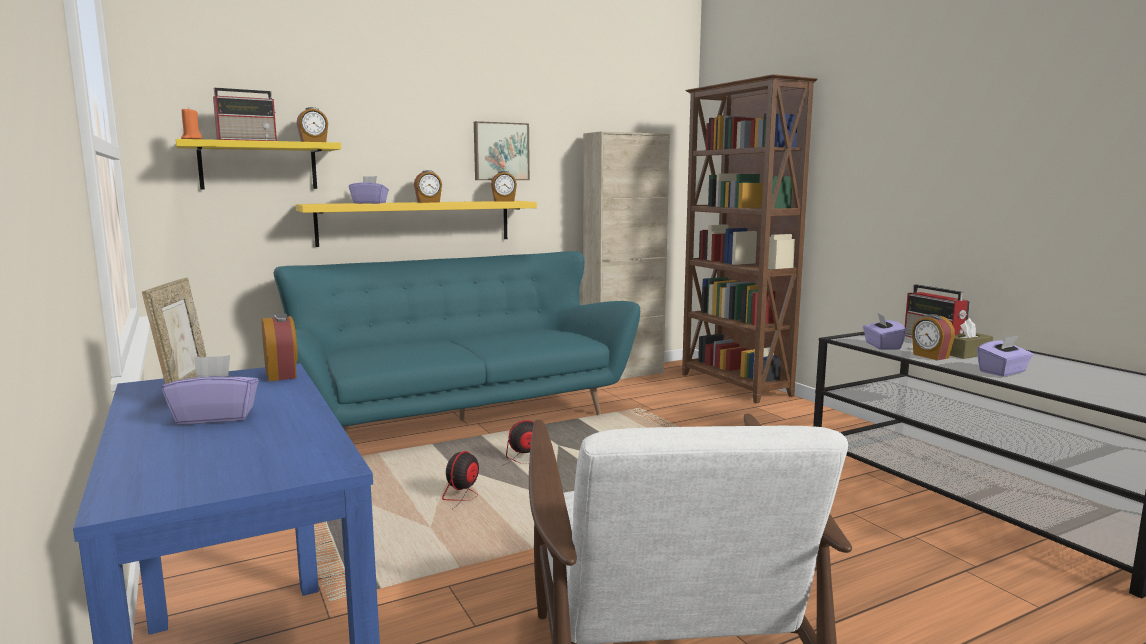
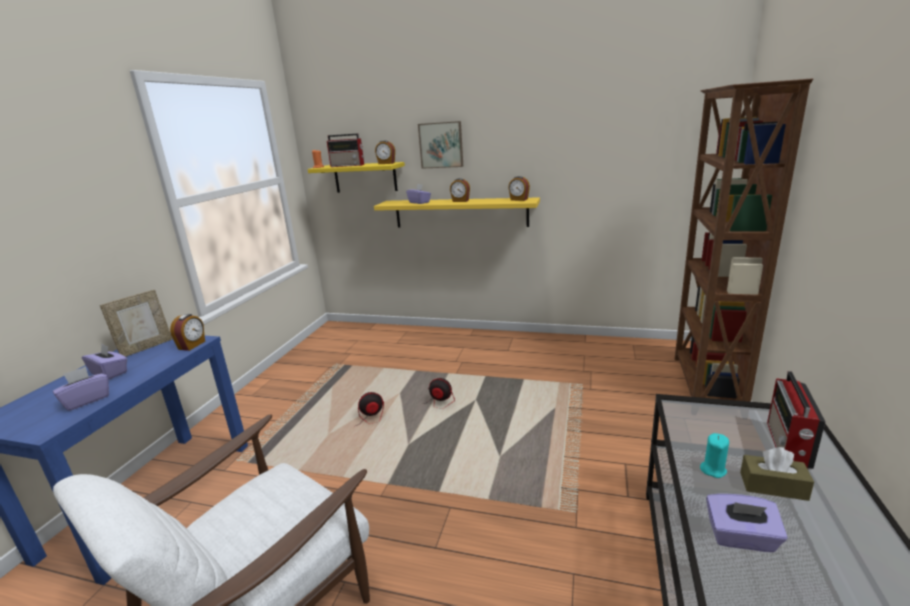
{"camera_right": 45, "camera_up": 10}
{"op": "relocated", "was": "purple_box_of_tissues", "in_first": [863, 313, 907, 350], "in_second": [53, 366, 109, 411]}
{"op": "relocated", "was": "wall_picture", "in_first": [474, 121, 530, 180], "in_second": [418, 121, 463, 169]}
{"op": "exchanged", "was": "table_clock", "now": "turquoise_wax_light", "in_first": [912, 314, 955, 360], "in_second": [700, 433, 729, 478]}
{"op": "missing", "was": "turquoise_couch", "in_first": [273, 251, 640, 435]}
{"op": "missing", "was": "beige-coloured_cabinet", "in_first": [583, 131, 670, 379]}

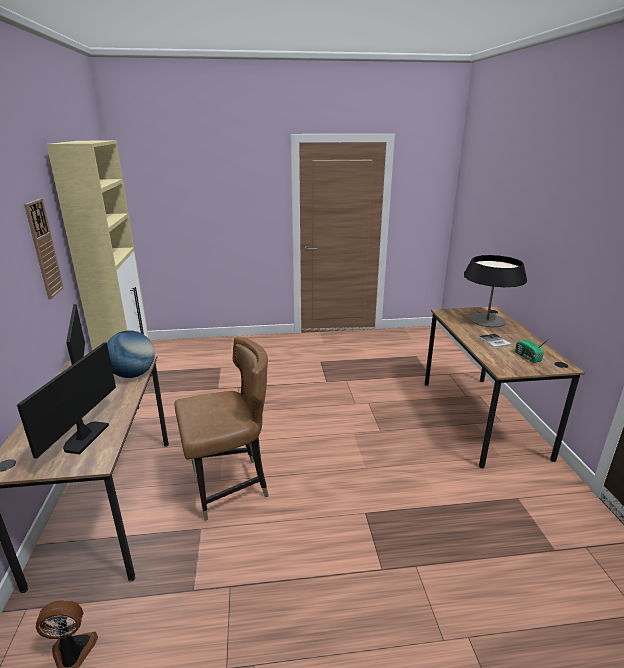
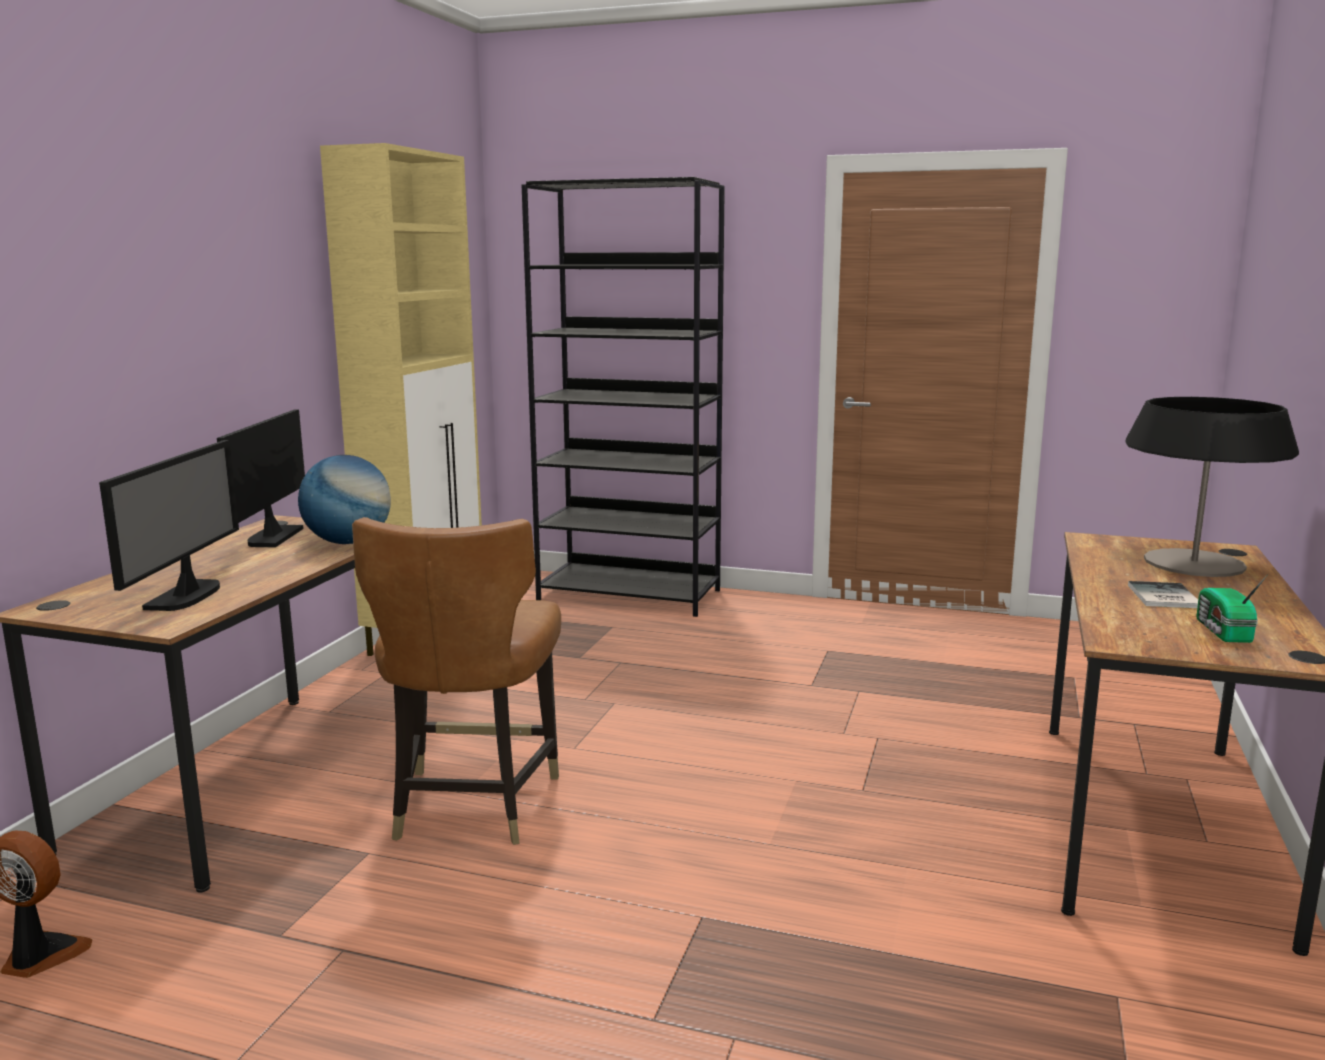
{"camera_right": 25, "camera_up": -10}
{"op": "spun", "was": "computer_display", "in_first": [17, 342, 116, 459], "in_second": [99, 440, 239, 611], "clockwise": 150}
{"op": "spun", "was": "brownish_plain_chair", "in_first": [174, 336, 269, 521], "in_second": [352, 517, 561, 845], "clockwise": 90}
{"op": "appeared", "now": "black-coloured_shelving_unit", "in_second": [522, 177, 725, 617]}
{"op": "missing", "was": "wall_clock", "in_first": [24, 198, 64, 299]}

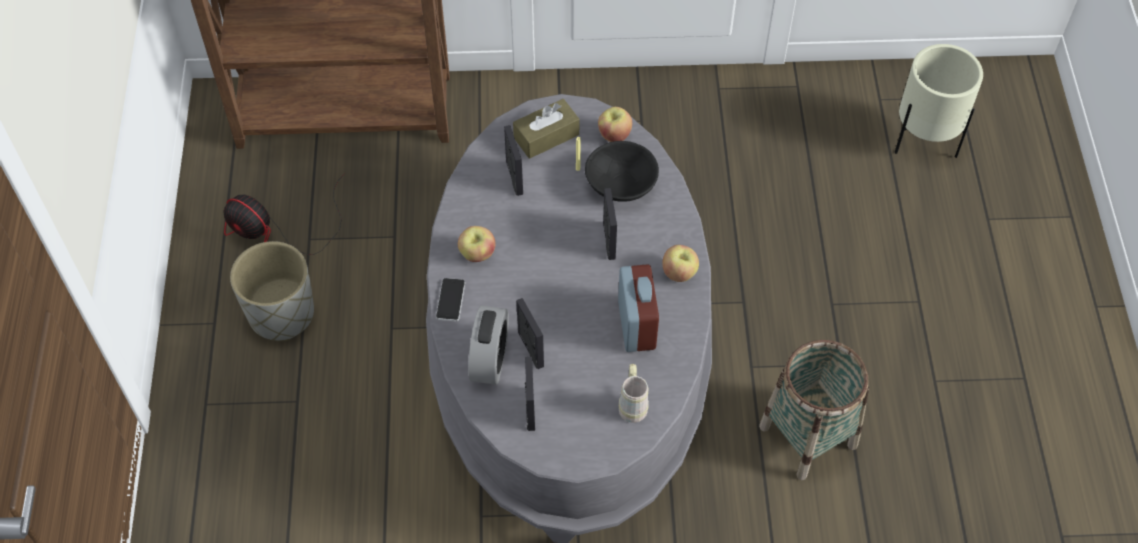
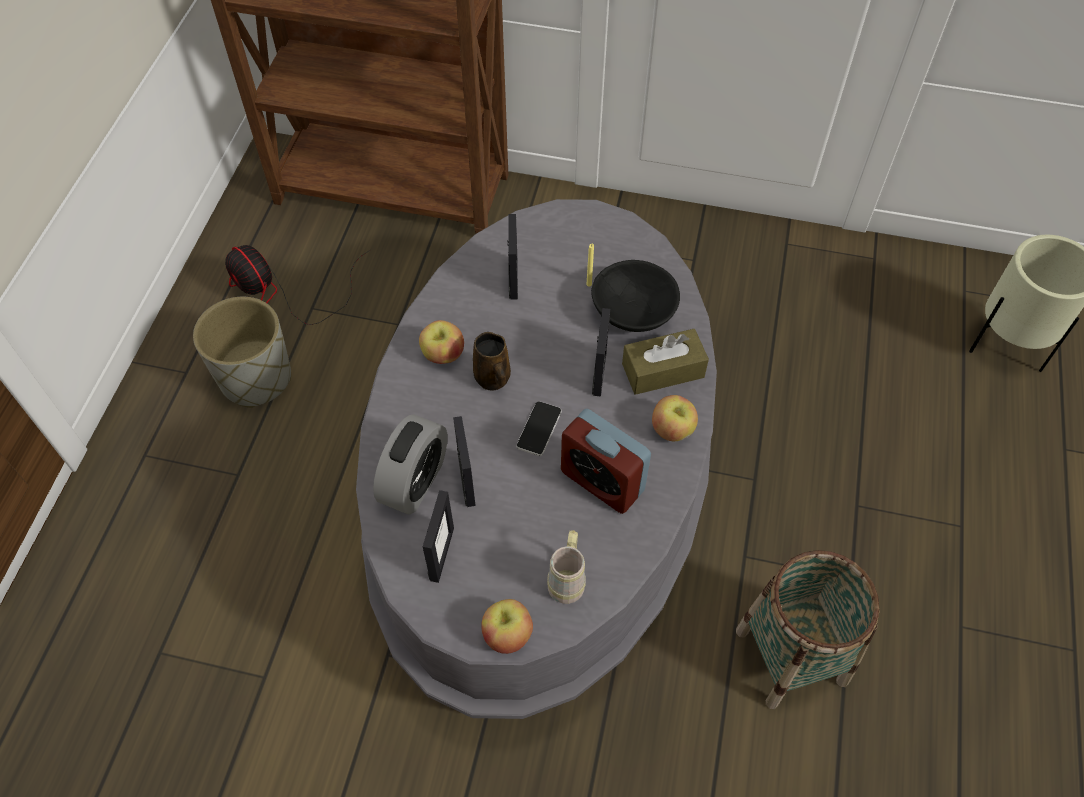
{"camera_right": 15, "camera_up": 0}
{"op": "appeared", "now": "brownish_coffee_mug", "in_second": [473, 332, 511, 390]}
{"op": "relocated", "was": "apple", "in_first": [598, 107, 632, 142], "in_second": [481, 599, 533, 654]}
{"op": "relocated", "was": "phone", "in_first": [436, 278, 465, 321], "in_second": [516, 401, 562, 456]}
{"op": "spun", "was": "table_clock", "in_first": [618, 264, 659, 352], "in_second": [561, 408, 651, 514], "clockwise": 120}
{"op": "relocated", "was": "brownish_box_of_tissues", "in_first": [513, 99, 579, 159], "in_second": [622, 329, 709, 395]}

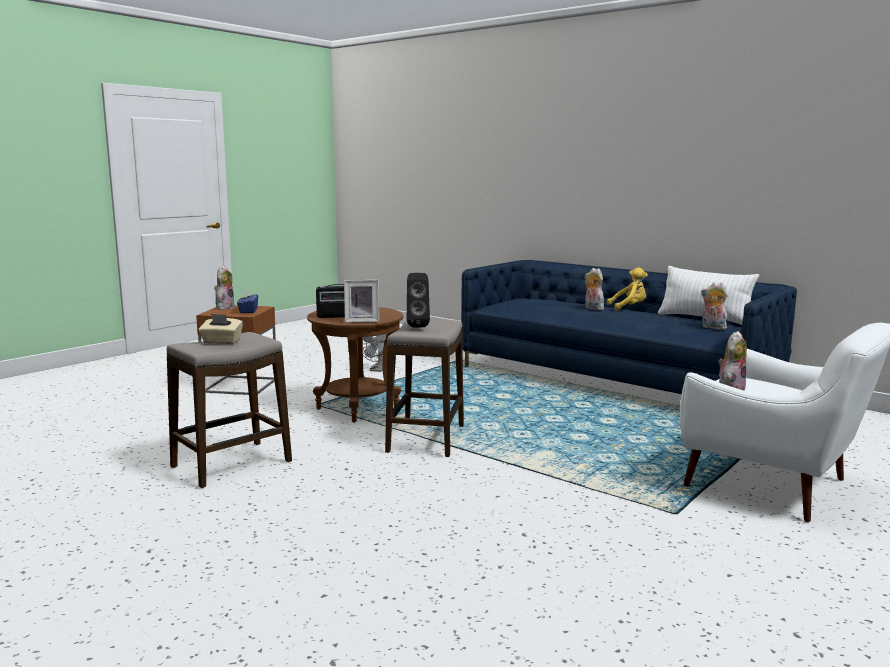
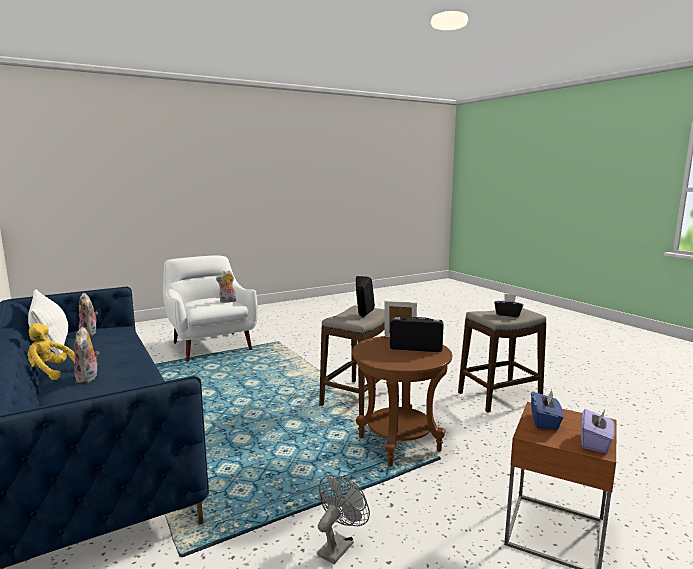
{"camera_right": -160, "camera_up": 0}
{"op": "colour", "was": "beige-coloured_box_of_tissues", "now": "black-coloured_box_of_tissues", "in_first": [199, 314, 243, 344], "in_second": [494, 294, 524, 317]}
{"op": "exchanged", "was": "plush_toy", "now": "purple_box_of_tissues", "in_first": [214, 266, 235, 310], "in_second": [581, 409, 615, 453]}

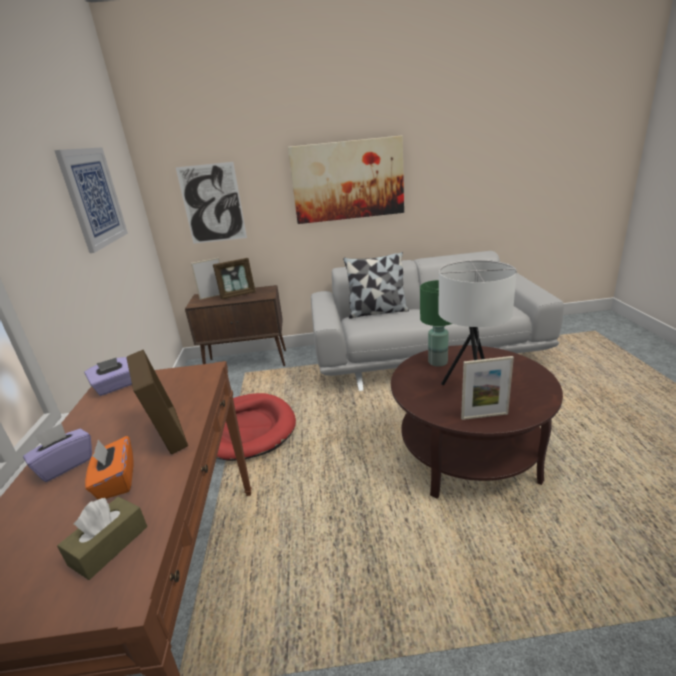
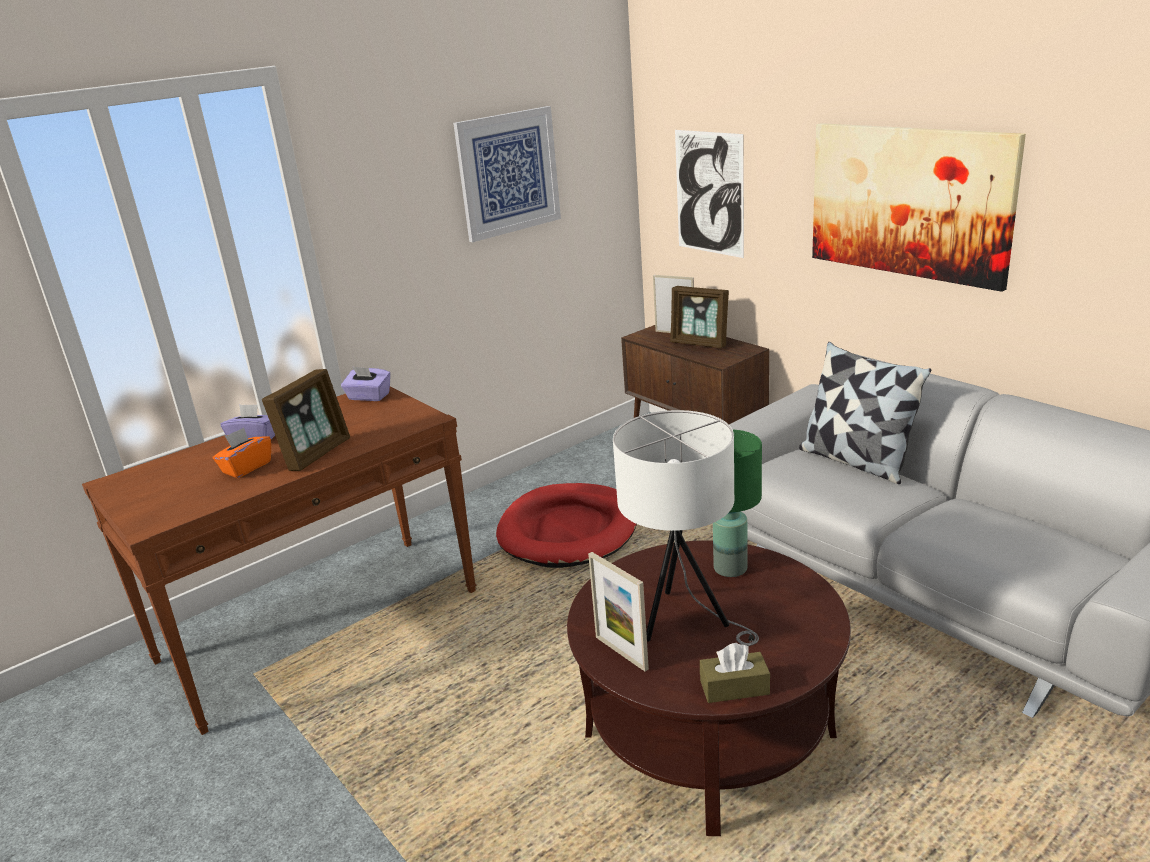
{"camera_right": 55, "camera_up": 0}
{"op": "relocated", "was": "brownish_box_of_tissues", "in_first": [57, 497, 147, 580], "in_second": [700, 643, 770, 703]}

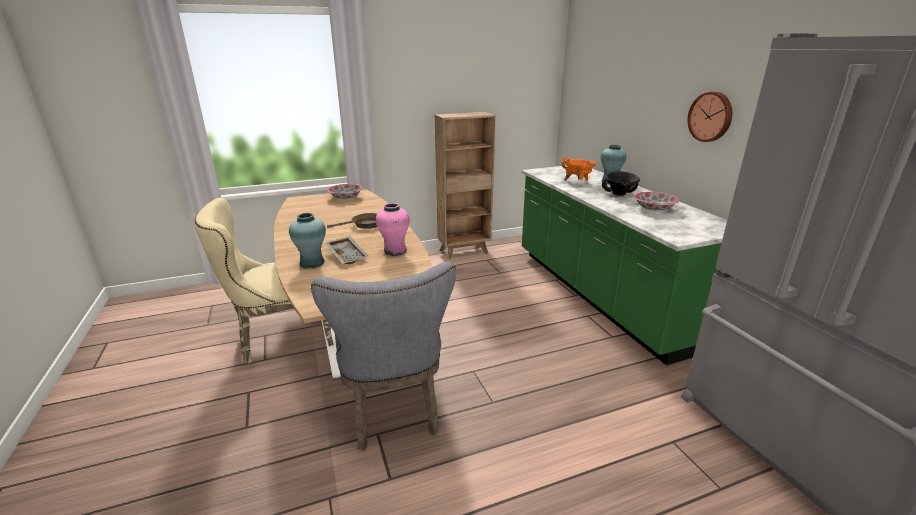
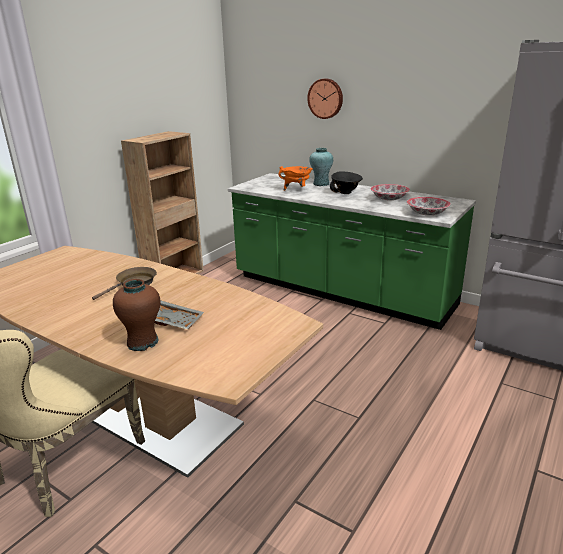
{"camera_right": -35, "camera_up": 0}
{"op": "colour", "was": "turquoise_flower_vase", "now": "brownish_flower_vase", "in_first": [289, 213, 326, 269], "in_second": [113, 279, 161, 351]}
{"op": "relocated", "was": "wall_clock", "in_first": [687, 92, 732, 142], "in_second": [307, 78, 343, 119]}
{"op": "relocated", "was": "bowl", "in_first": [327, 184, 363, 199], "in_second": [407, 197, 451, 215]}
{"op": "missing", "was": "gray_plain_chair", "in_first": [311, 262, 456, 450]}
{"op": "missing", "was": "pink_flower_vase", "in_first": [376, 203, 410, 256]}

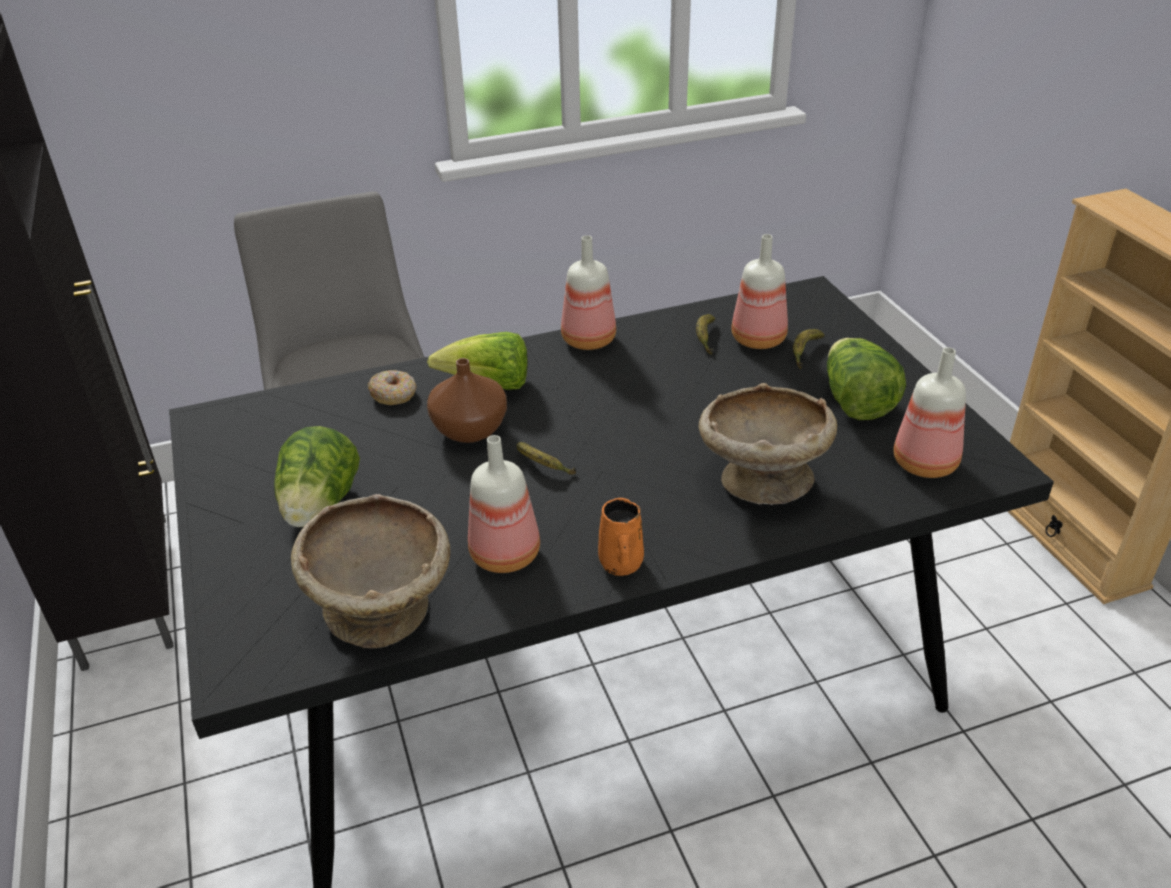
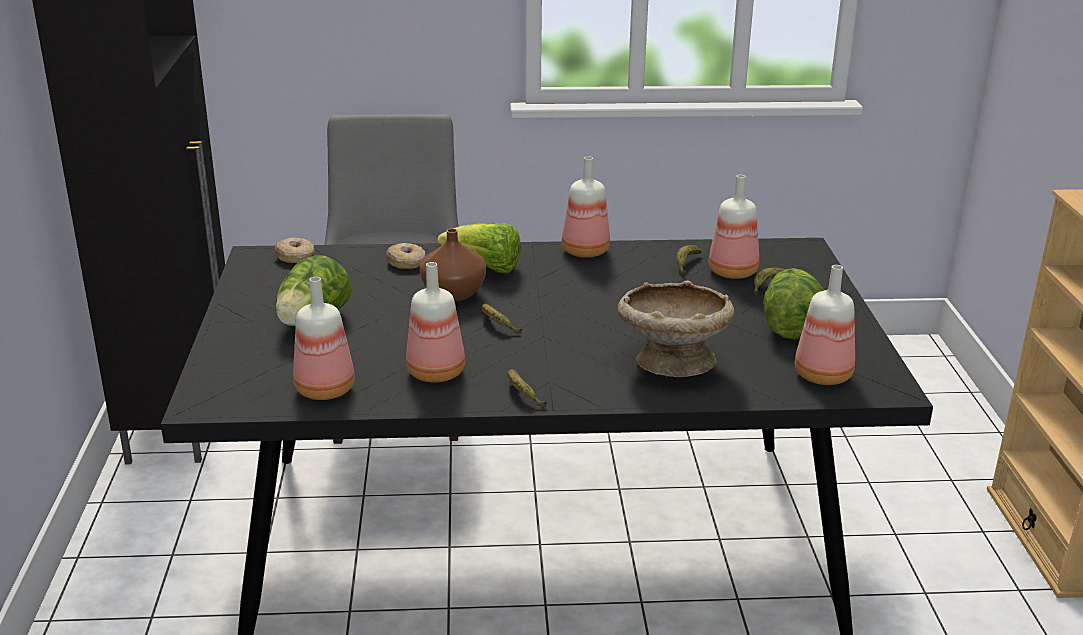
{"camera_right": 15, "camera_up": -10}
{"op": "appeared", "now": "donut", "in_second": [275, 238, 315, 263]}
{"op": "exchanged", "was": "beige-coloured_bowl", "now": "drink_bottle", "in_first": [291, 494, 450, 648], "in_second": [293, 277, 355, 400]}
{"op": "exchanged", "was": "orange_coffee_mug", "now": "banana", "in_first": [598, 498, 644, 576], "in_second": [507, 369, 547, 407]}

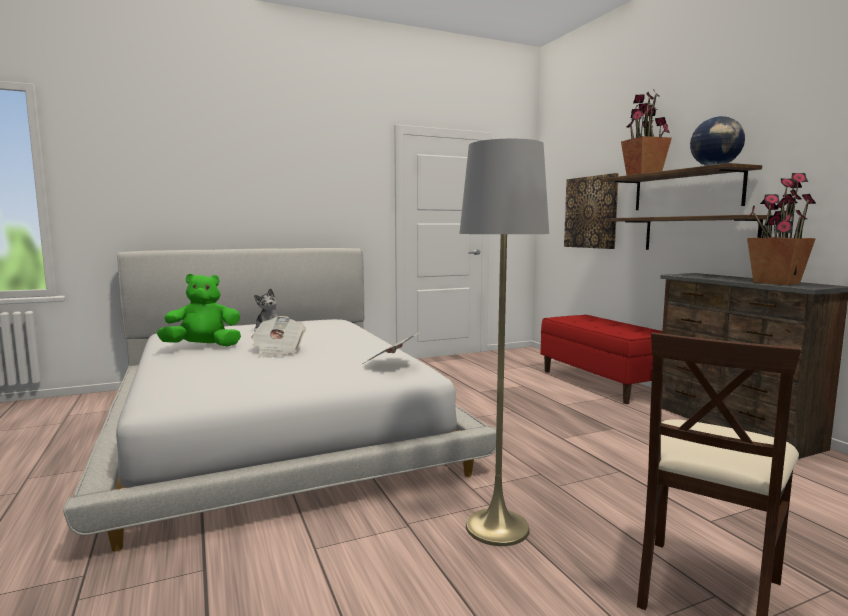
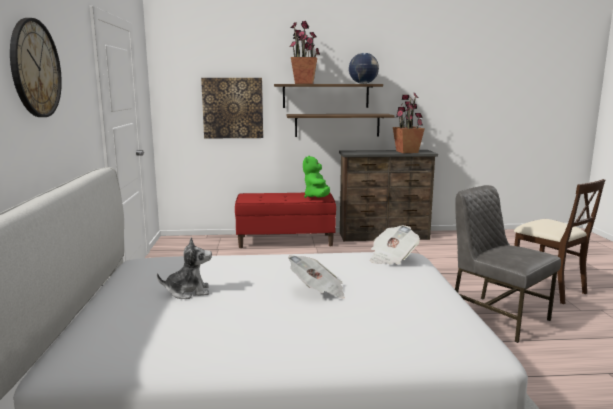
{"camera_right": -70, "camera_up": 5}
{"op": "appeared", "now": "wall_clock", "in_second": [10, 18, 62, 117]}
{"op": "relocated", "was": "green-coloured_plush_toy", "in_first": [157, 274, 241, 347], "in_second": [303, 156, 330, 198]}
{"op": "exchanged", "was": "gray_standing_lamp", "now": "gray_plain_chair", "in_first": [459, 139, 549, 546], "in_second": [455, 185, 561, 343]}

